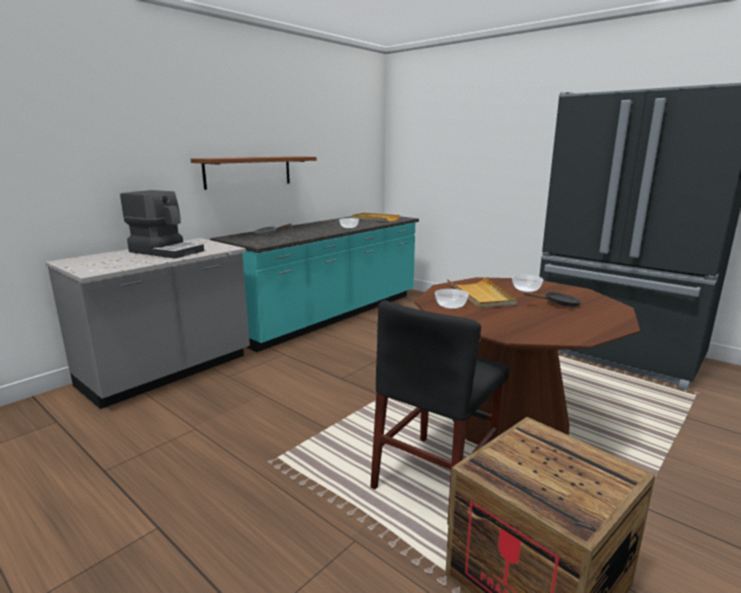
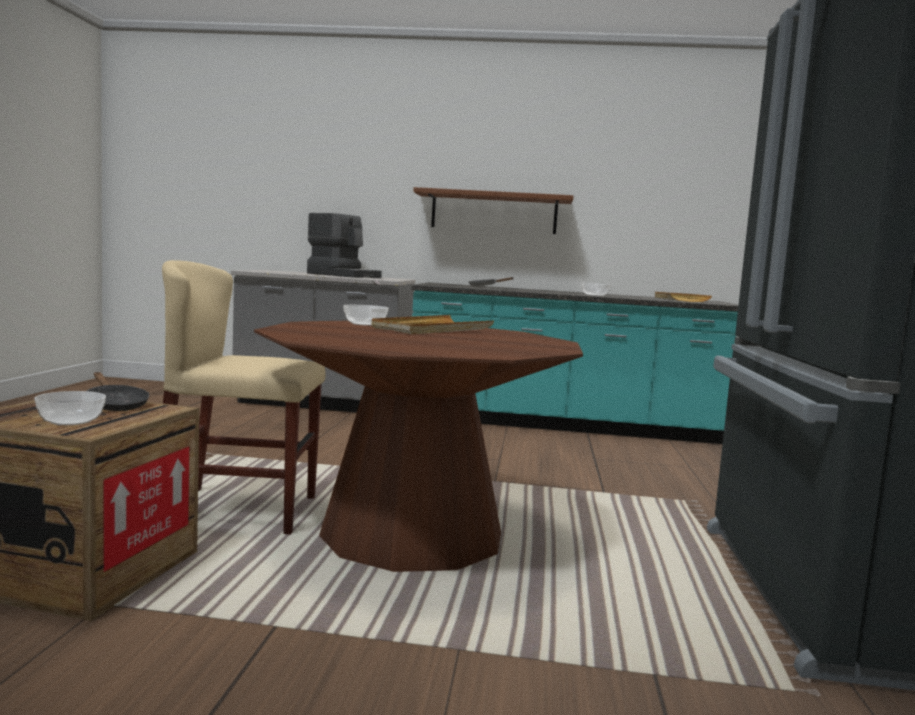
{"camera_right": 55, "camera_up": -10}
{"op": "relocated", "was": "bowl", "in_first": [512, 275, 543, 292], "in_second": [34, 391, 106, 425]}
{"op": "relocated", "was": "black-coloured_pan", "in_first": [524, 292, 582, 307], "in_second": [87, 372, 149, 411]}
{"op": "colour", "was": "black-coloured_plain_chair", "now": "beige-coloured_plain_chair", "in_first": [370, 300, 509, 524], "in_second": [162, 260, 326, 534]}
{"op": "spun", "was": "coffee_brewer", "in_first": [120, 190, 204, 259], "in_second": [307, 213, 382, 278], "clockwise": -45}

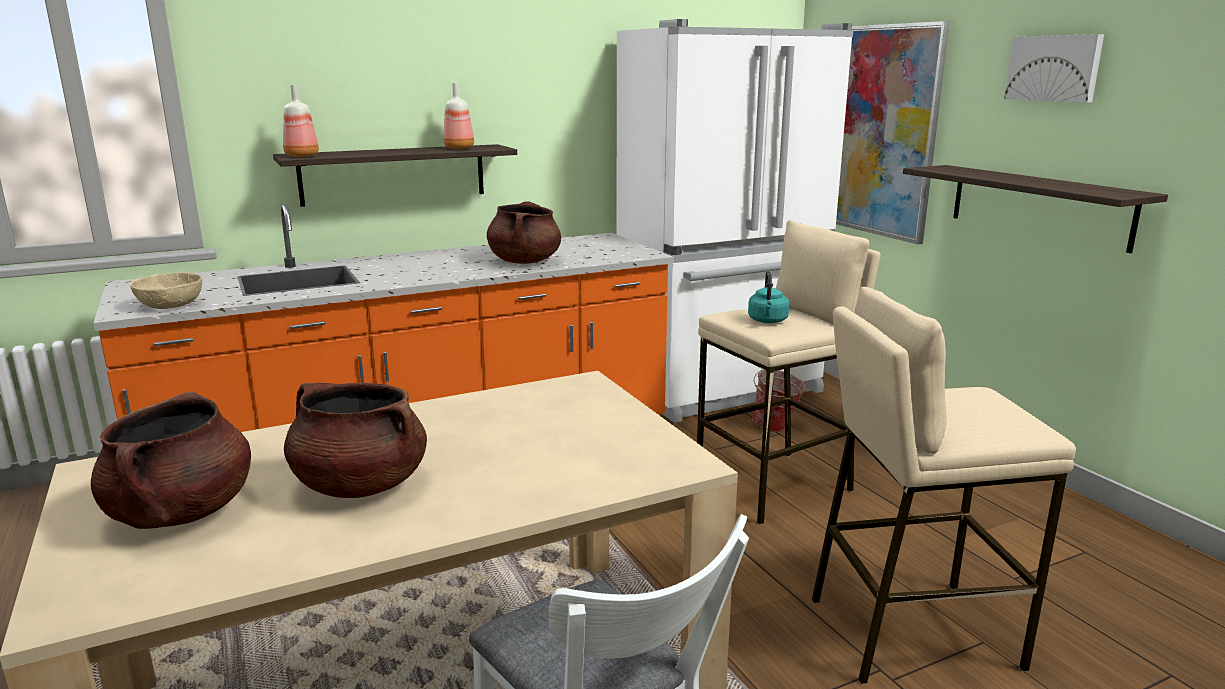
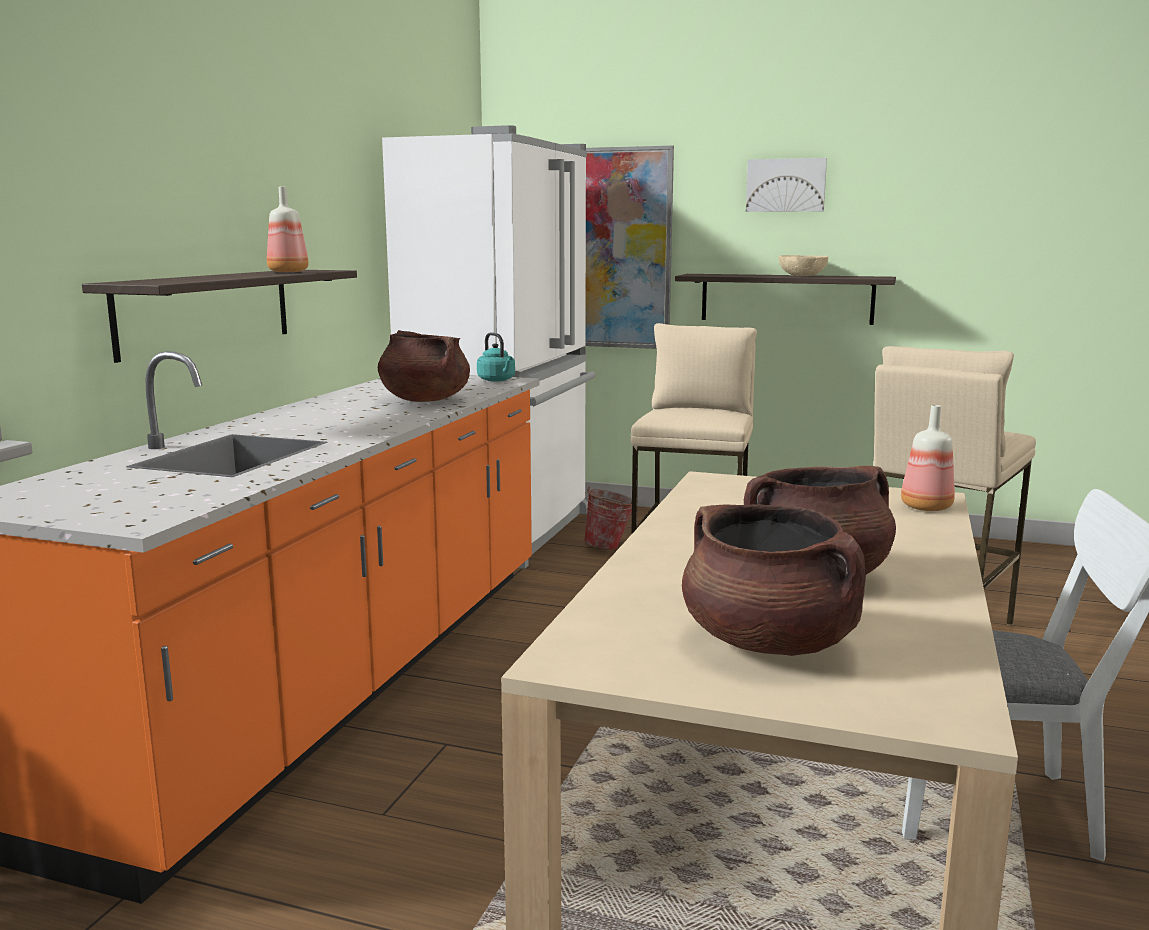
{"camera_right": -45, "camera_up": -5}
{"op": "relocated", "was": "turquoise_tea_kettle", "in_first": [748, 271, 789, 323], "in_second": [477, 332, 515, 382]}
{"op": "relocated", "was": "beige-coloured_bowl", "in_first": [130, 272, 202, 309], "in_second": [778, 255, 828, 276]}
{"op": "relocated", "was": "drink_bottle", "in_first": [283, 85, 319, 157], "in_second": [901, 405, 955, 511]}

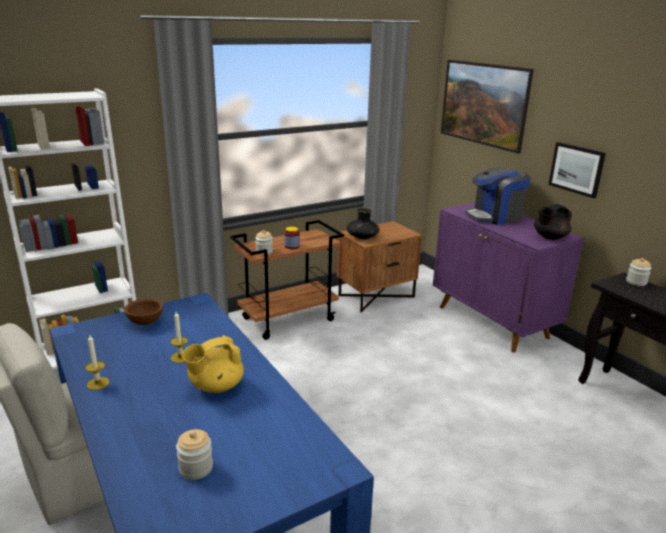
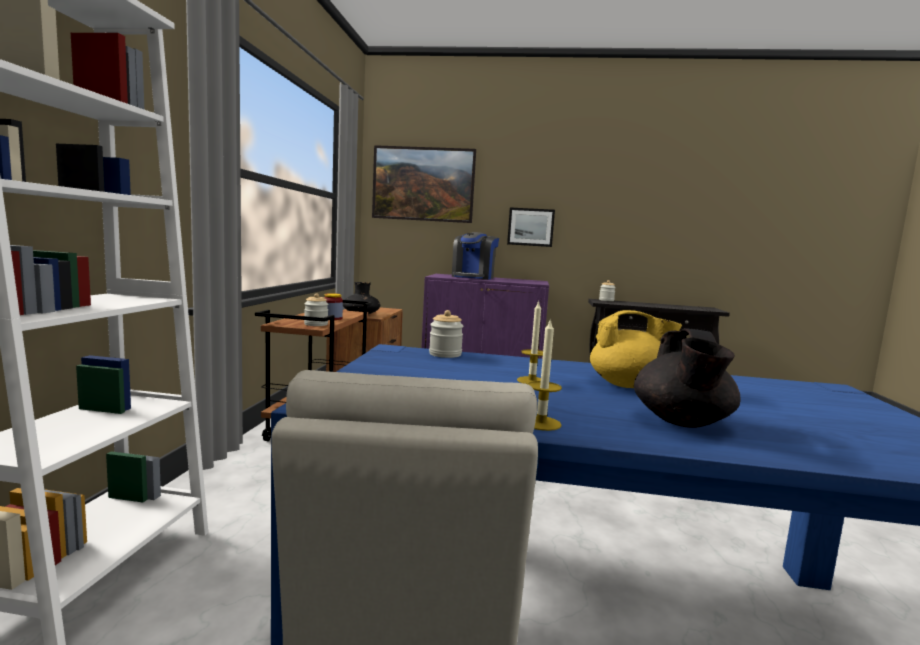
{"camera_right": -50, "camera_up": -15}
{"op": "relocated", "was": "jar", "in_first": [176, 429, 213, 480], "in_second": [429, 310, 464, 358]}
{"op": "spun", "was": "yellowish_teapot", "in_first": [182, 335, 244, 393], "in_second": [590, 310, 682, 388], "clockwise": -90}
{"op": "relocated", "was": "black-coloured_teapot", "in_first": [534, 204, 572, 240], "in_second": [634, 328, 741, 428]}
{"op": "missing", "was": "brownish_bowl", "in_first": [124, 298, 163, 325]}

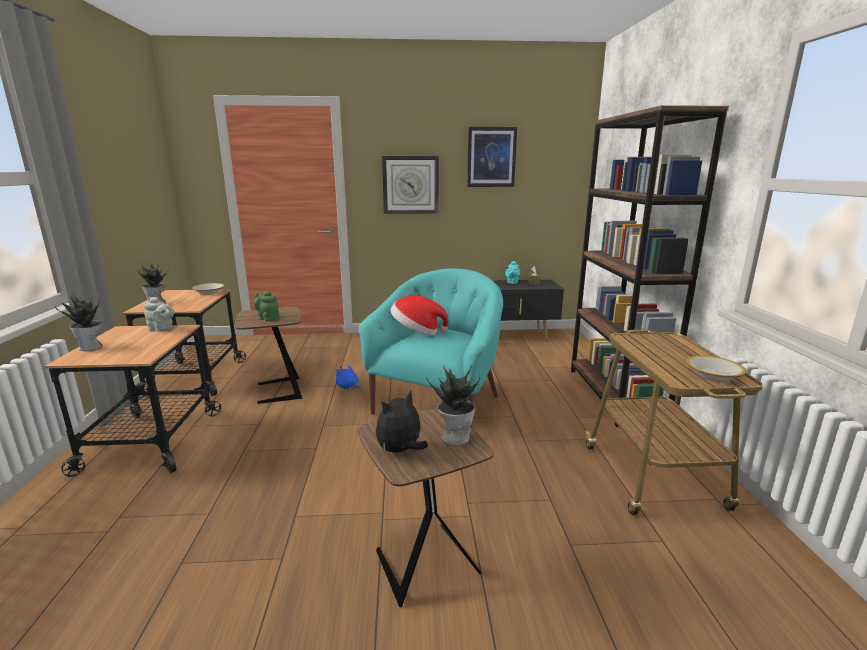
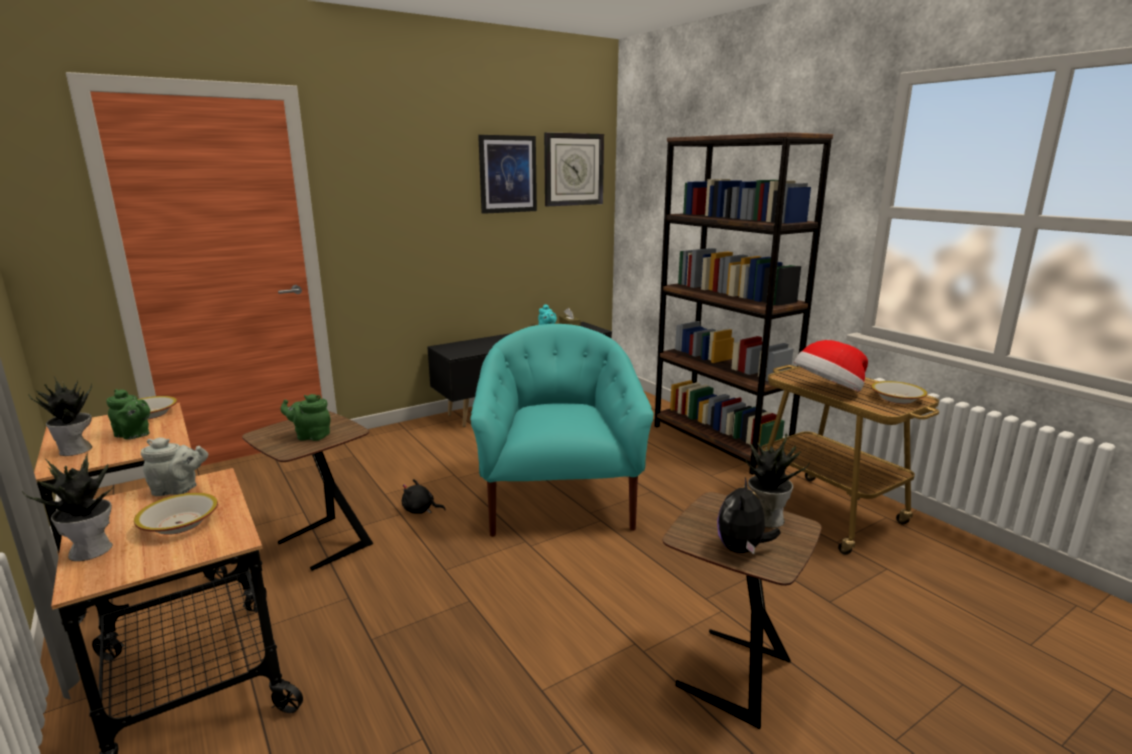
{"camera_right": -30, "camera_up": 0}
{"op": "appeared", "now": "green-coloured_teapot", "in_second": [106, 389, 150, 440]}
{"op": "appeared", "now": "bowl", "in_second": [134, 493, 218, 535]}
{"op": "colour", "was": "blue-coloured_plush_toy", "now": "black-coloured_plush_toy", "in_first": [336, 365, 361, 391], "in_second": [402, 479, 446, 514]}
{"op": "relocated", "was": "wall_clock", "in_first": [382, 156, 439, 214], "in_second": [544, 132, 604, 206]}
{"op": "relocated", "was": "hat", "in_first": [390, 295, 448, 335], "in_second": [794, 340, 868, 392]}

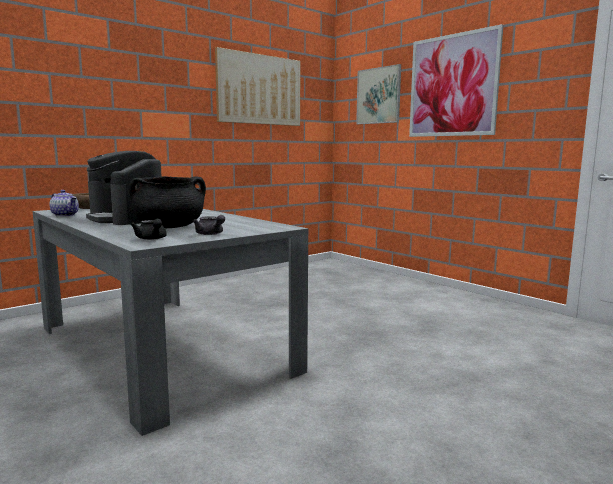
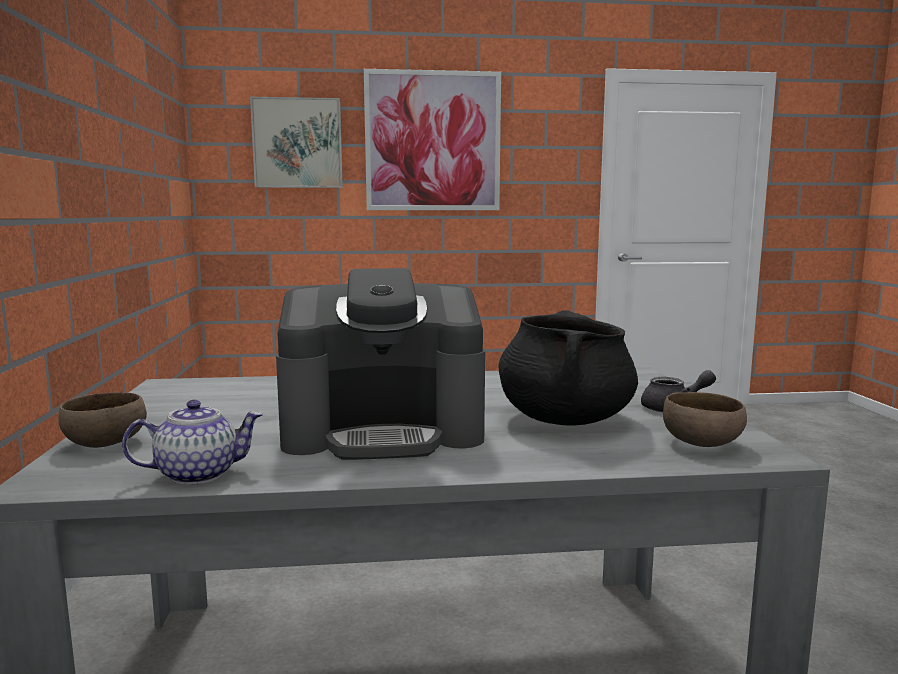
{"camera_right": -55, "camera_up": 0}
{"op": "exchanged", "was": "black-coloured_teapot", "now": "brownish_bowl", "in_first": [130, 219, 167, 240], "in_second": [663, 392, 747, 447]}
{"op": "missing", "was": "wall_picture", "in_first": [215, 47, 300, 126]}

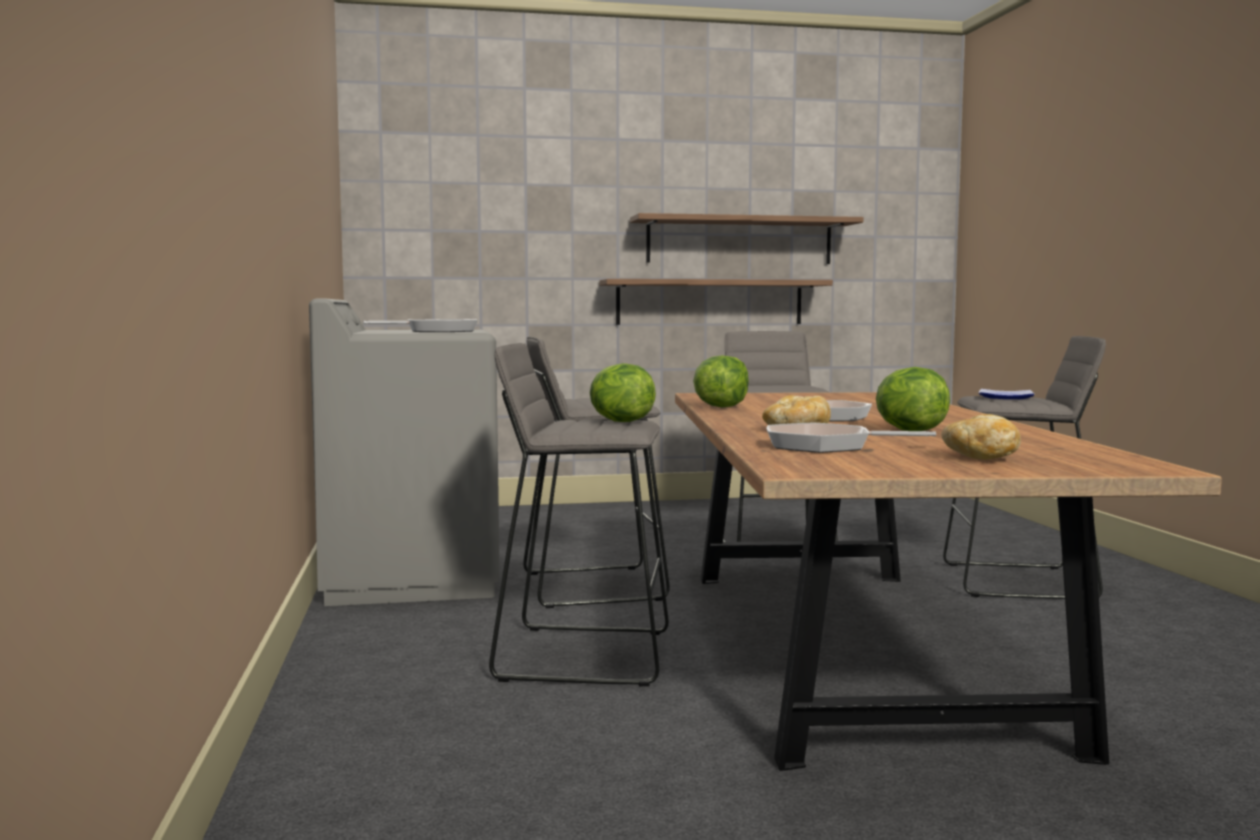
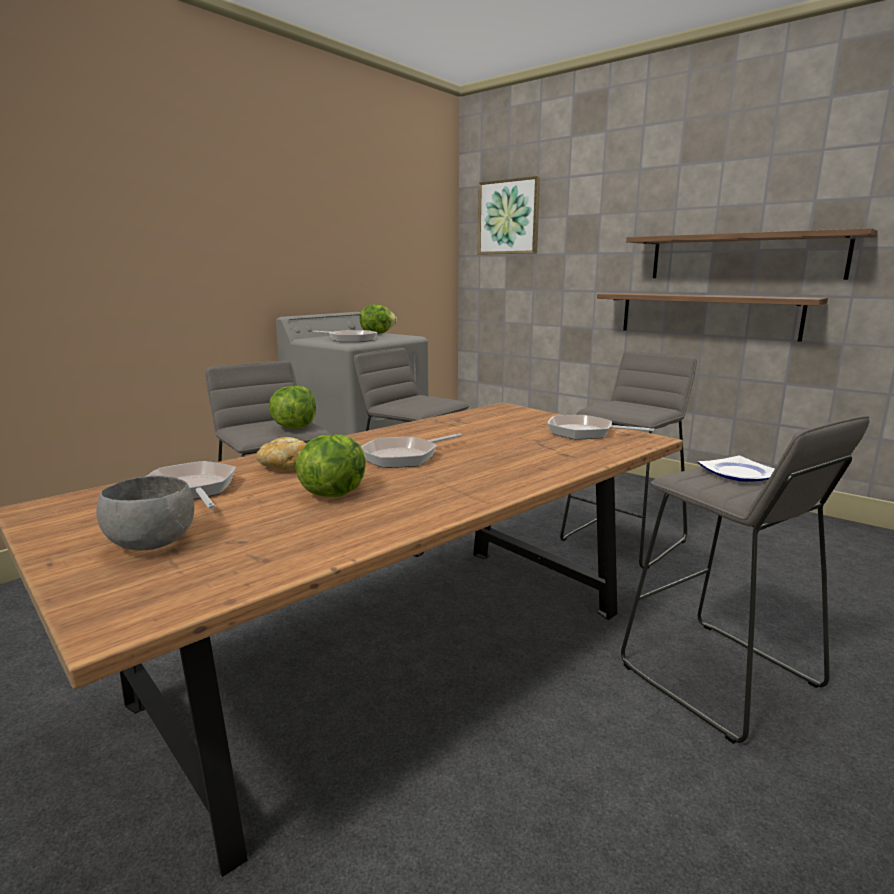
{"camera_right": 50, "camera_up": 10}
{"op": "exchanged", "was": "bakery_bread", "now": "gray_bowl", "in_first": [941, 414, 1021, 460], "in_second": [96, 475, 194, 551]}
{"op": "relocated", "was": "lettuce_head", "in_first": [693, 355, 749, 407], "in_second": [360, 304, 397, 334]}
{"op": "appeared", "now": "wall_picture", "in_second": [478, 176, 540, 255]}
{"op": "appeared", "now": "pan", "in_second": [548, 415, 654, 440]}

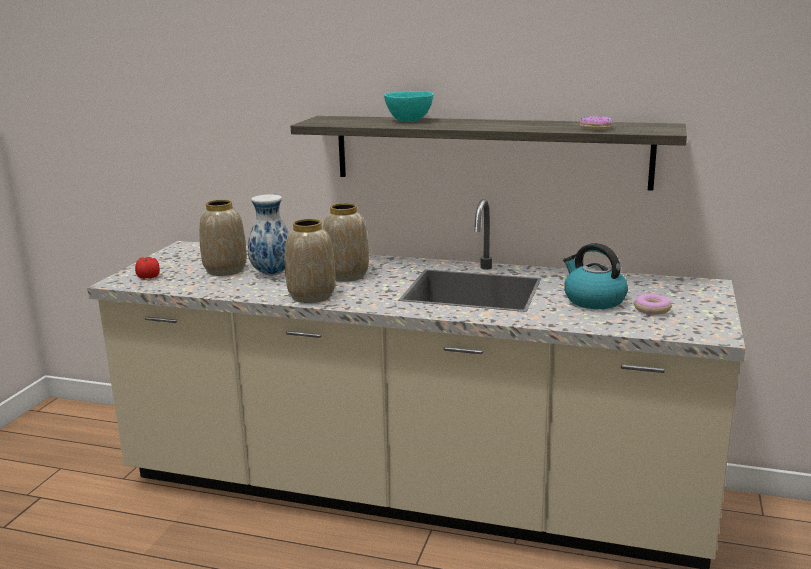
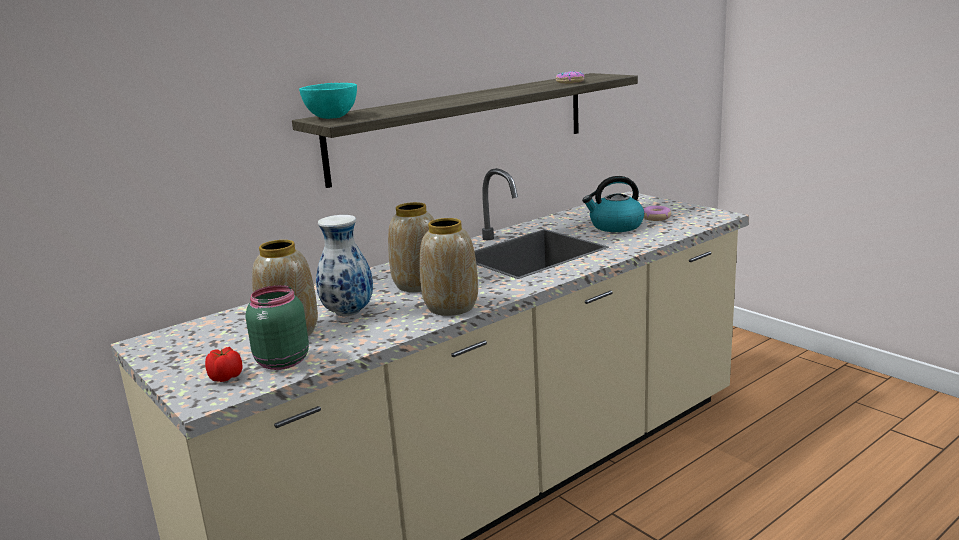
{"camera_right": -55, "camera_up": 0}
{"op": "appeared", "now": "green-coloured_jar", "in_second": [246, 285, 309, 370]}
{"op": "relocated", "was": "turquoise_bowl", "in_first": [384, 91, 433, 122], "in_second": [299, 83, 357, 119]}

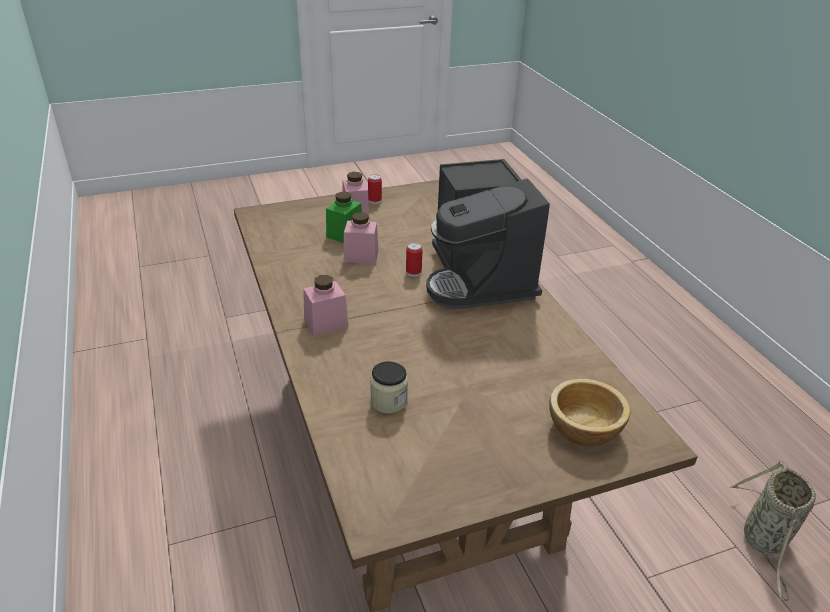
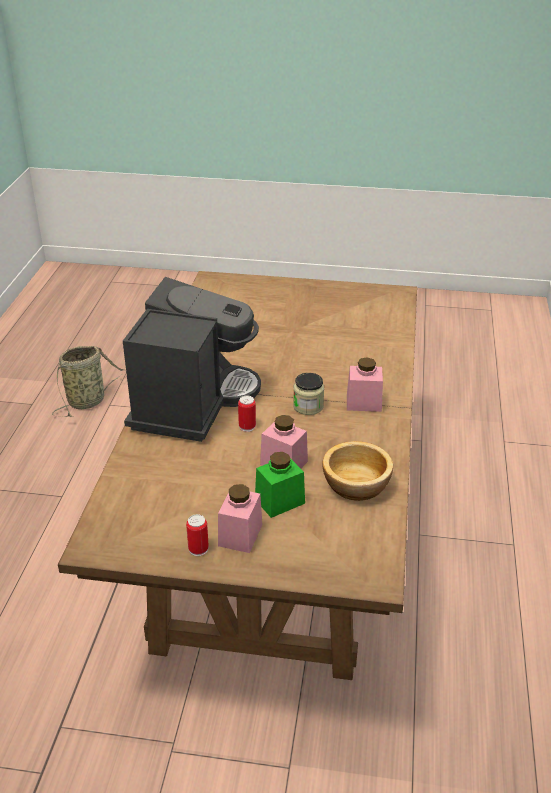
{"camera_right": -150, "camera_up": 0}
{"op": "relocated", "was": "jar", "in_first": [370, 361, 408, 413], "in_second": [293, 373, 324, 415]}
{"op": "relocated", "was": "bowl", "in_first": [549, 379, 630, 446], "in_second": [322, 441, 393, 501]}

